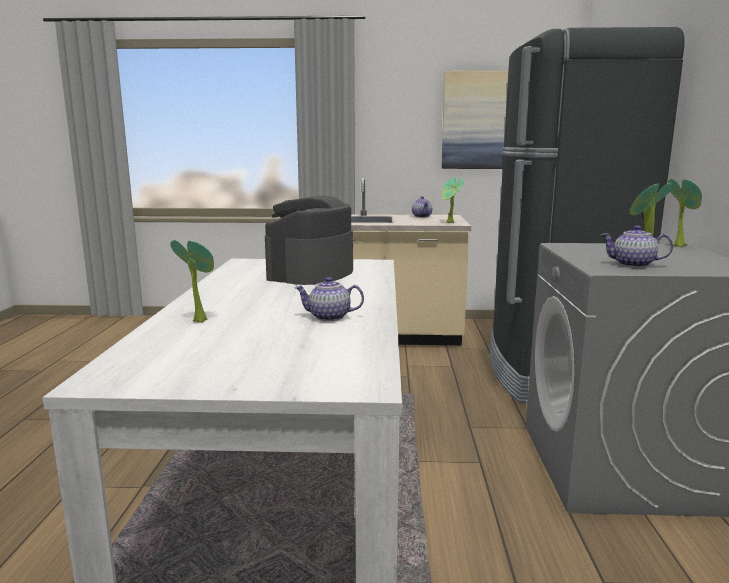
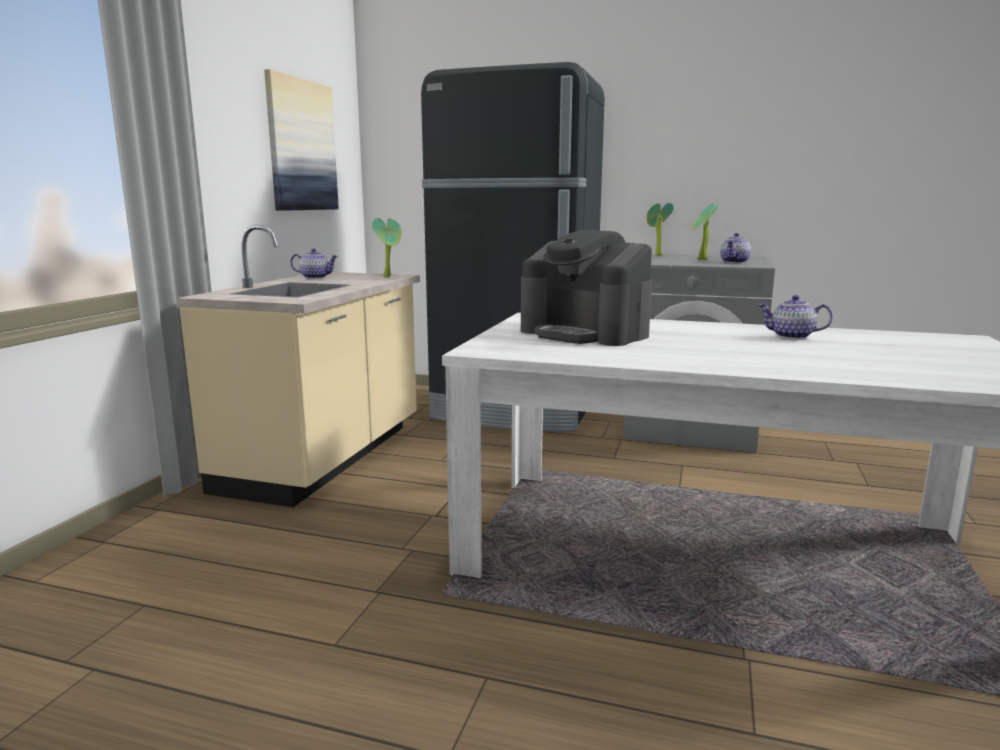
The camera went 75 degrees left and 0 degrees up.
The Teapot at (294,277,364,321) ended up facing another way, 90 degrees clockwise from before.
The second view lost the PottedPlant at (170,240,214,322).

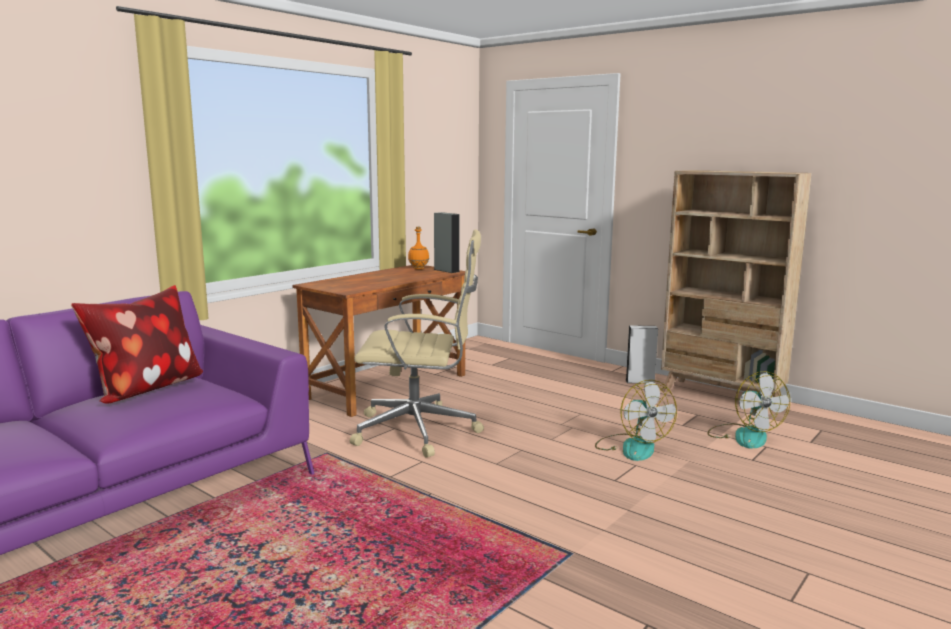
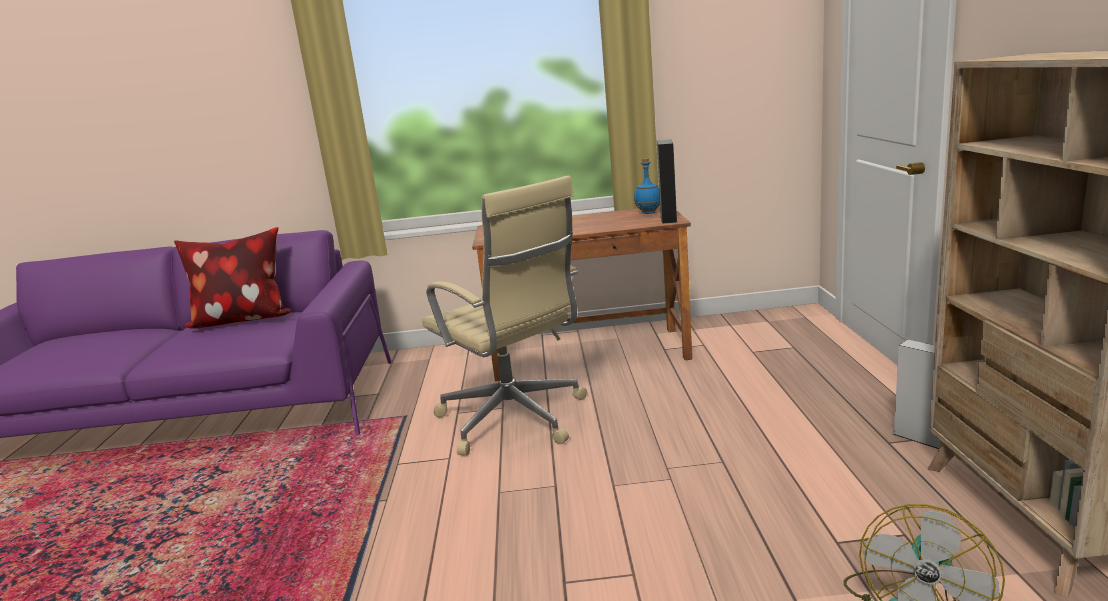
The camera went 50 degrees right and 5 degrees up.
What was the OrangeBottle at (408,227,429,269) turned into the BlueBottle at (634,158,660,214).
The second view lost the Fan at (595,380,677,461).

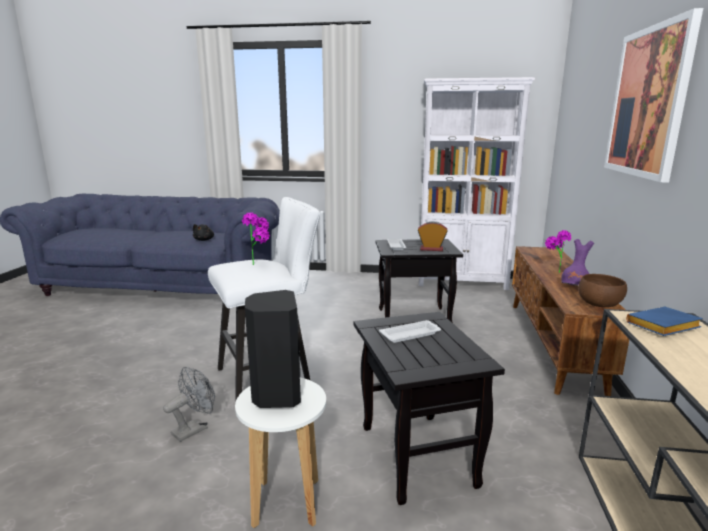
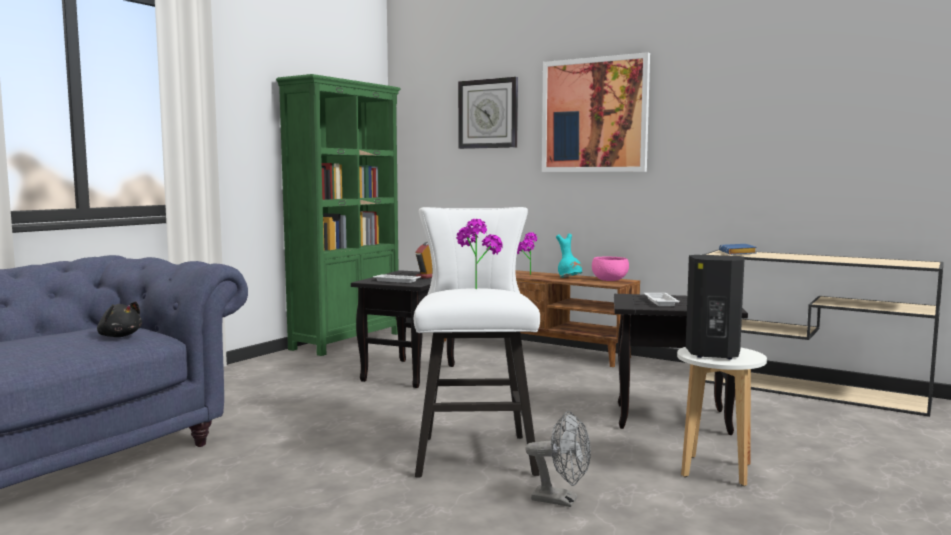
The camera went 65 degrees left and 10 degrees down.
What was the WhiteBookcase at (419,77,535,290) turned into the GreenBookcase at (276,74,401,356).
The second view gained the WallClock at (458,77,518,149).
The GreyFan at (163,367,215,442) ended up facing another way, 135 degrees clockwise from before.
What was the PurpleVase at (561,239,594,286) turned into the TurquoiseVase at (556,234,582,278).
What was the BrownBowl at (578,274,627,307) turned into the PinkBowl at (592,257,629,281).

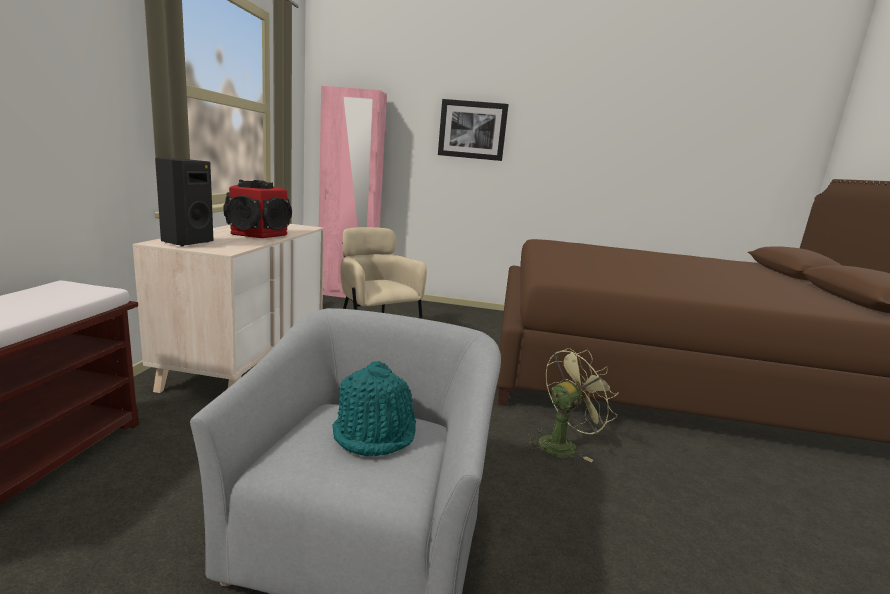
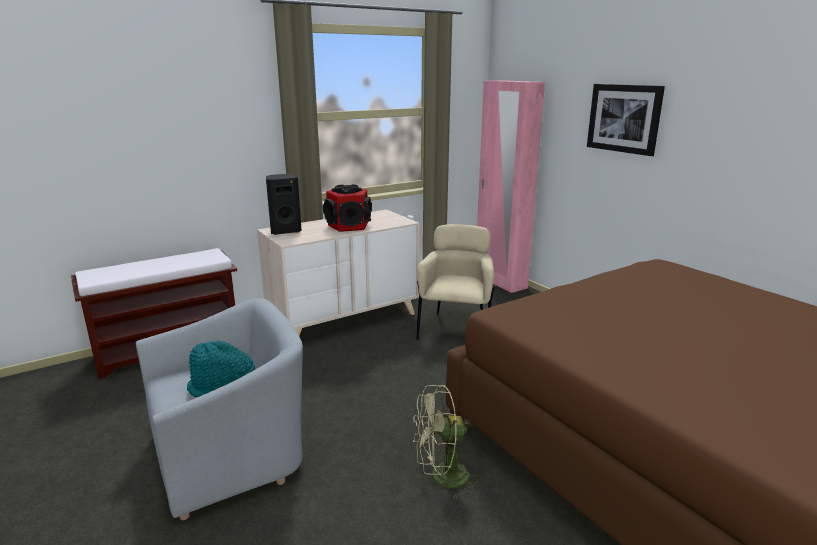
The camera went 50 degrees right and 5 degrees up.
The GreenFan at (526,348,619,462) ended up facing another way, 150 degrees clockwise from before.

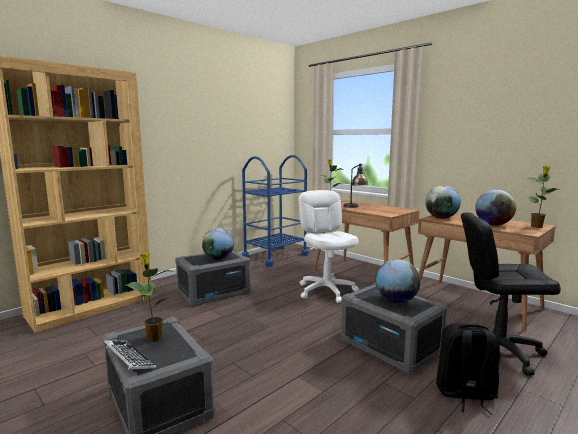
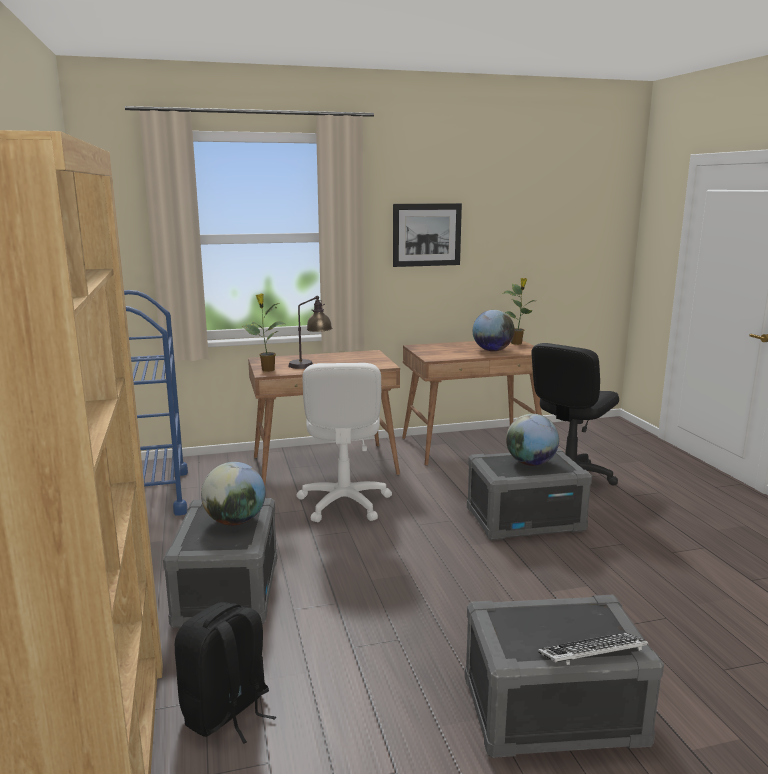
The camera went 60 degrees left and 5 degrees up.
The BlackBackpack ended up elsewhere, having gone from (436,323,500,415) to (175,602,276,744).
The WhiteOfficeChair at (299,190,359,303) ended up facing another way, 105 degrees counterclockwise from before.
The second view gained the Picture at (393,203,462,267).
The second view lost the PottedPlant at (126,253,175,342).
The second view lost the Globe at (425,186,461,219).

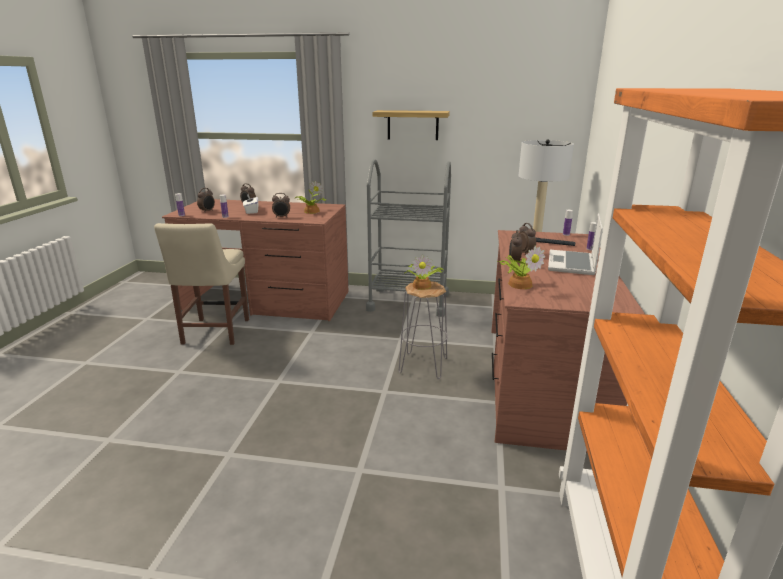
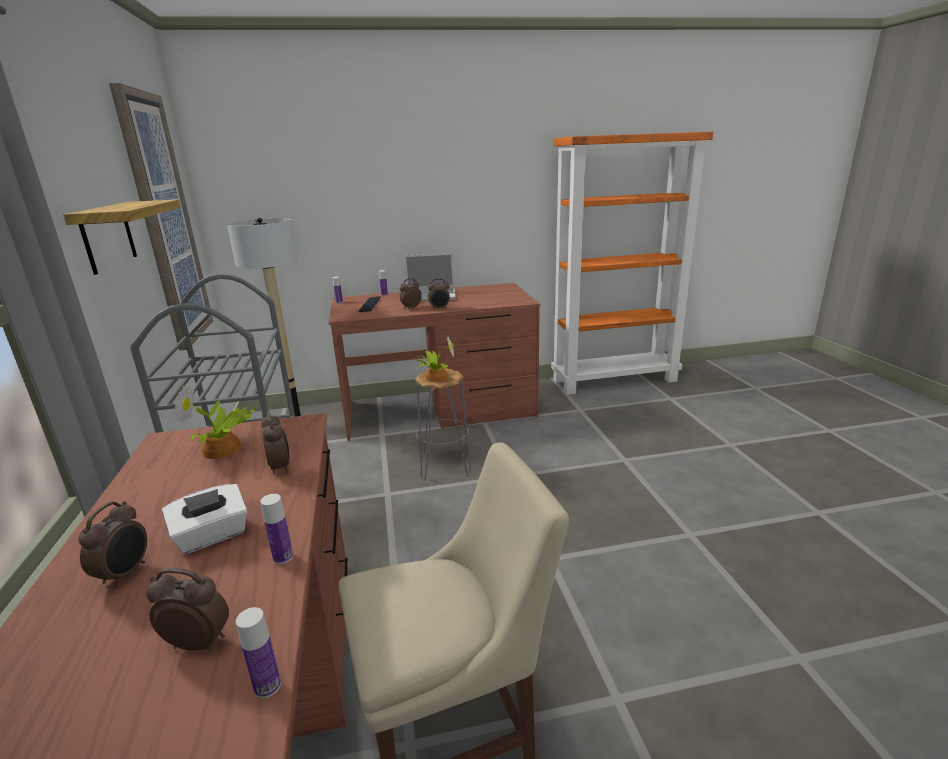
The camera went 110 degrees left and 0 degrees up.
The second view gained the Picture at (109,83,213,350).
The second view lost the PottedPlant at (497,246,545,289).

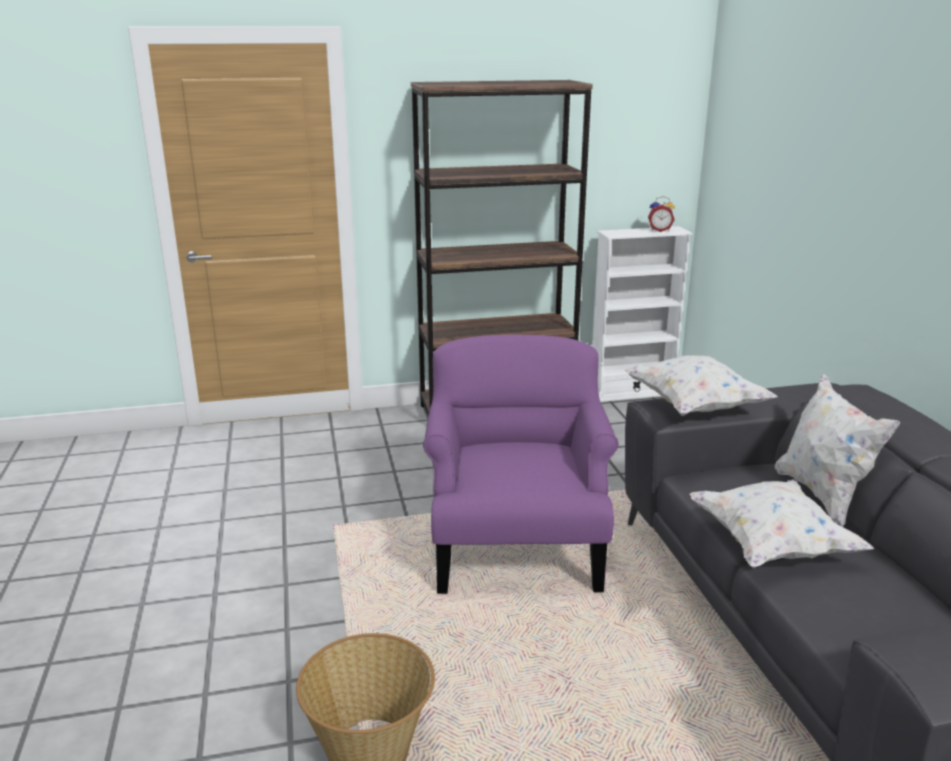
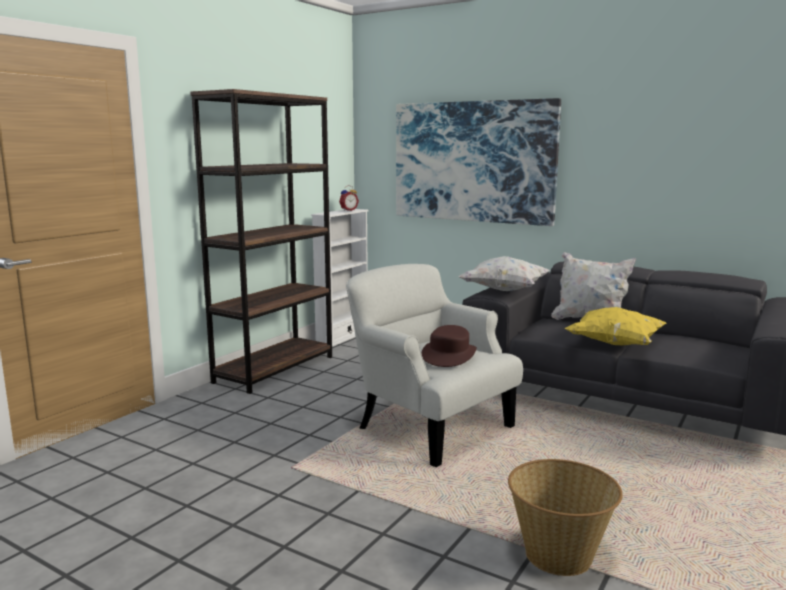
The camera went 45 degrees left and 10 degrees down.
What was the PurpleArmchair at (423,335,619,594) turned into the WhiteArmchair at (346,264,523,467).
The second view gained the Picture at (396,98,561,226).
The second view gained the BrownHat at (422,325,477,367).
What was the WhitePillow at (690,479,874,569) turned into the YellowPillow at (565,307,667,345).

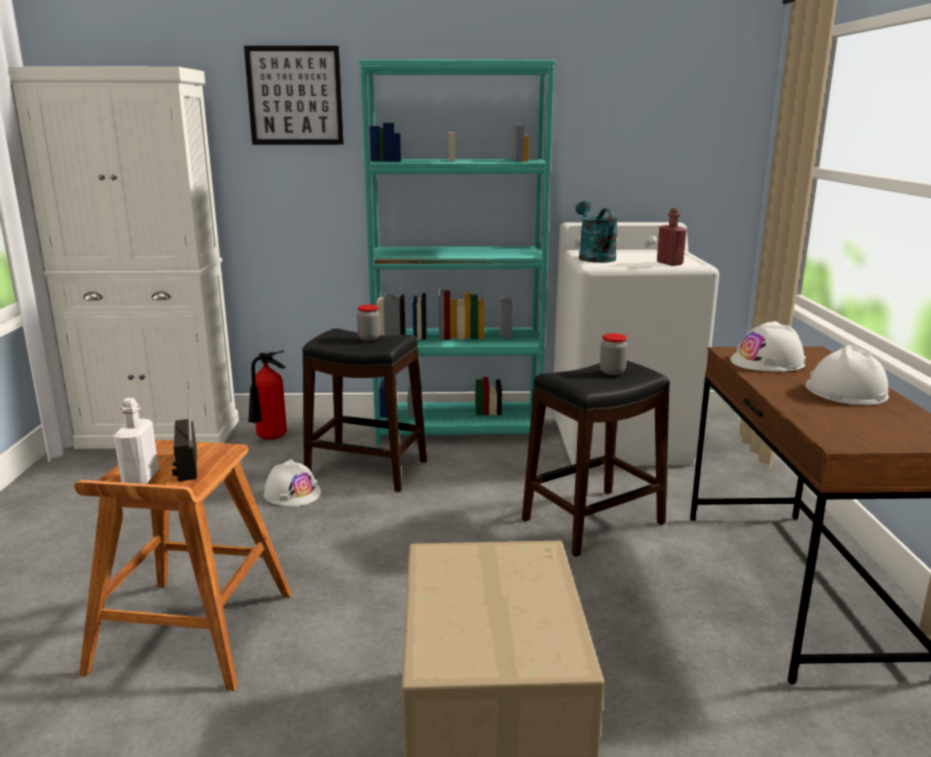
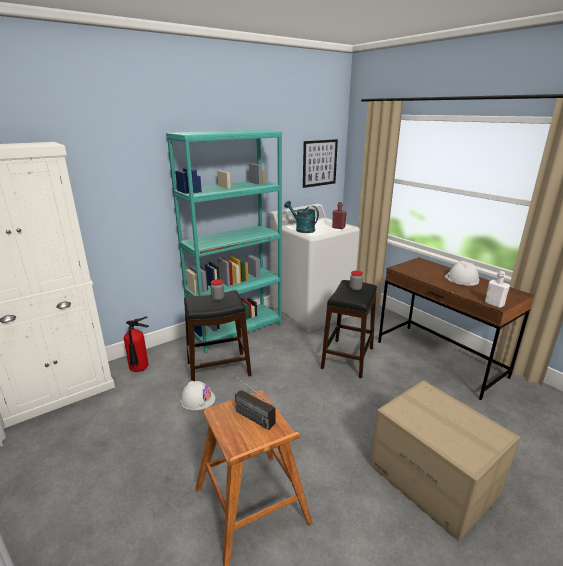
The camera went 35 degrees left and 5 degrees up.
The Picture ended up elsewhere, having gone from (244,46,344,145) to (303,139,338,188).
The WhiteBottle ended up elsewhere, having gone from (114,398,159,484) to (485,271,510,308).
The second view lost the WhiteHardHat at (730,321,806,372).

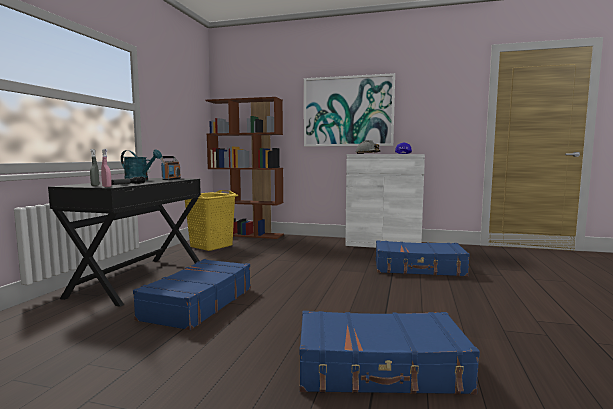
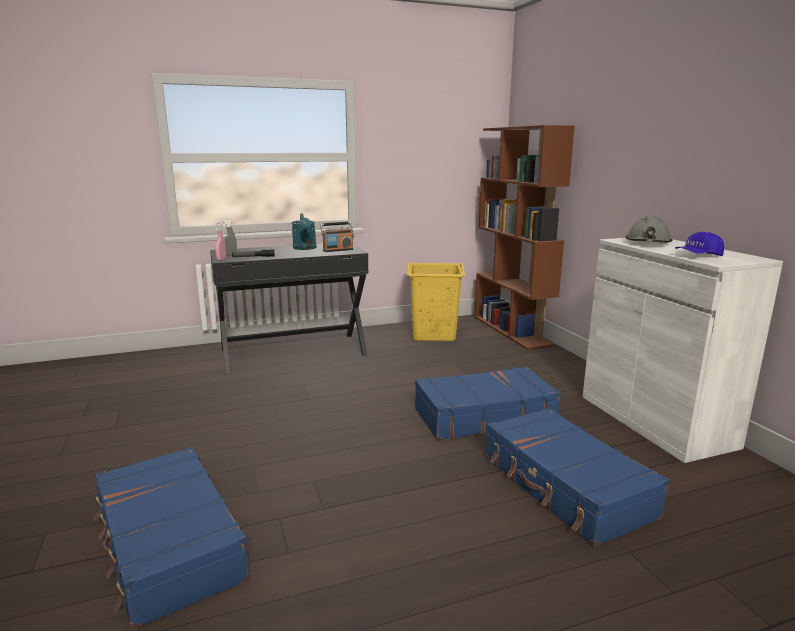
The camera went 55 degrees right and 10 degrees up.
The BlueSuitcase ended up elsewhere, having gone from (133,259,251,330) to (415,366,561,440).
The second view lost the Picture at (304,73,395,146).

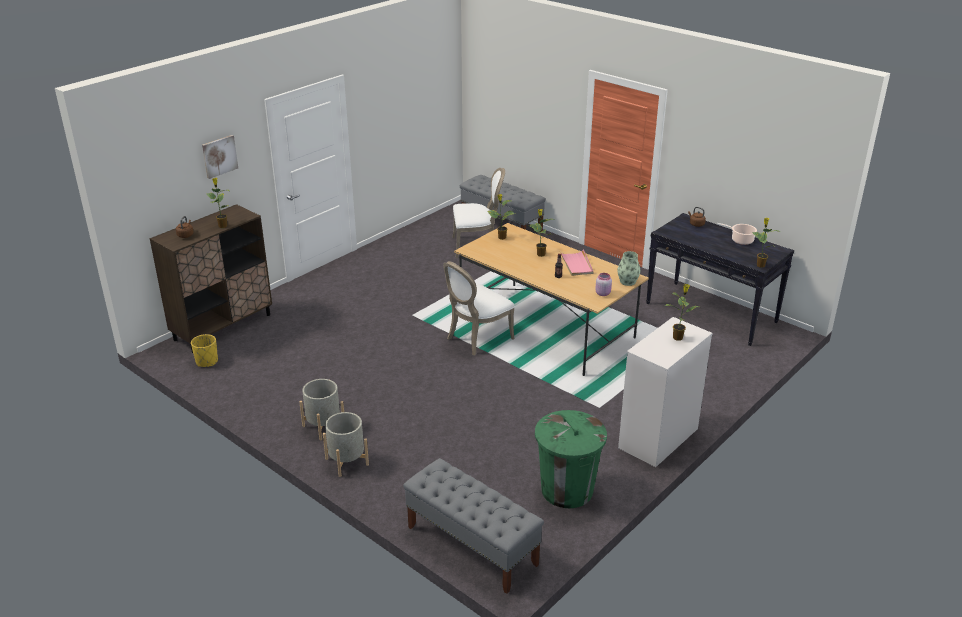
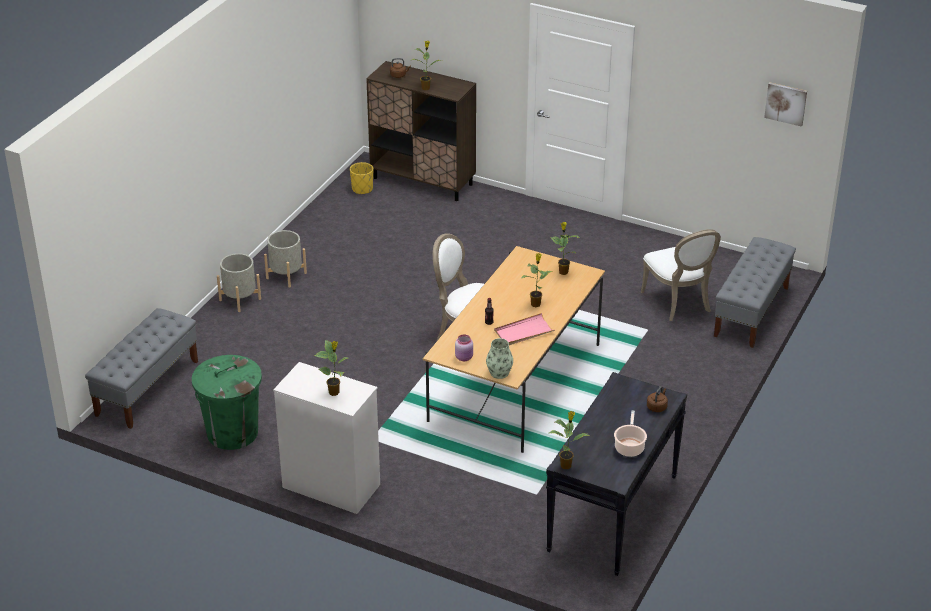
The camera went 75 degrees right and 5 degrees up.
The Picture ended up elsewhere, having gone from (202,135,238,179) to (764,82,807,127).

